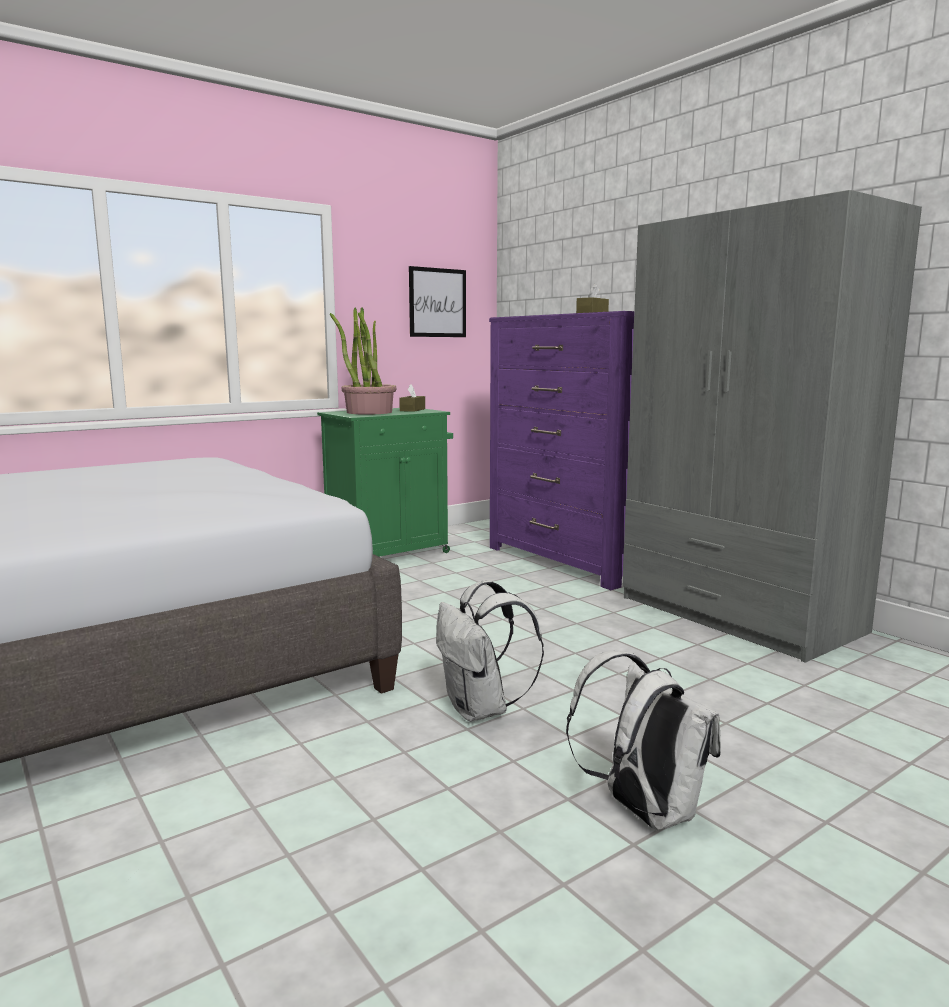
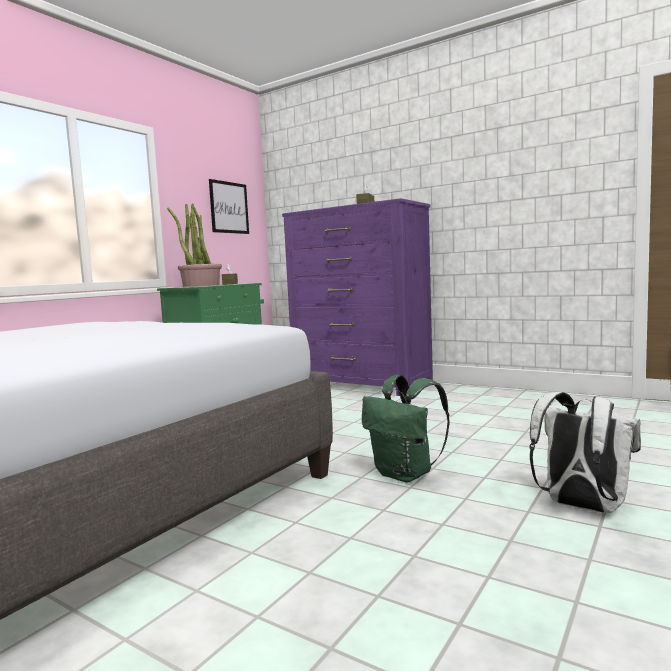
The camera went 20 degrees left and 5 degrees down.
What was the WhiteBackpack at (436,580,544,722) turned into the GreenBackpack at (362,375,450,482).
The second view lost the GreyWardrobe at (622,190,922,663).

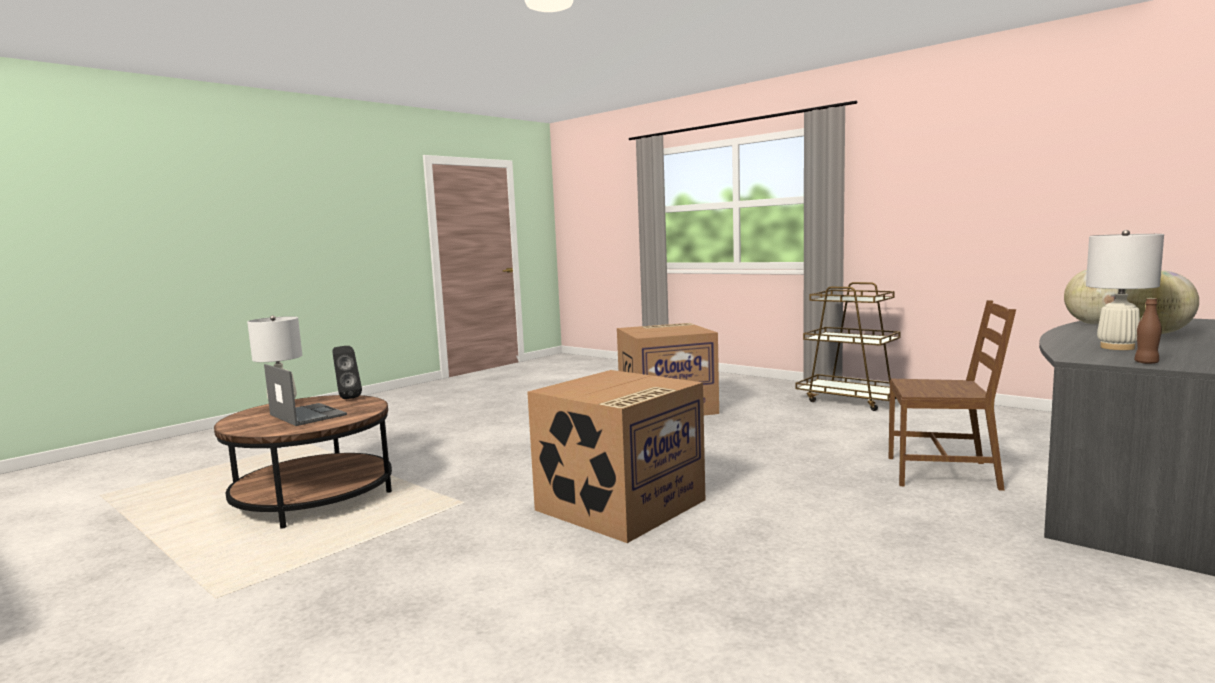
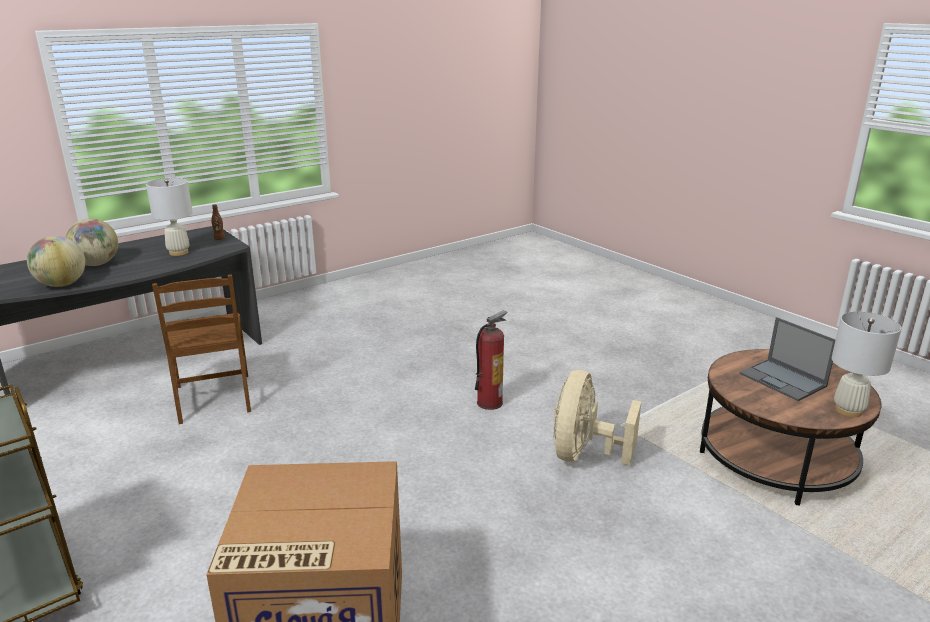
The camera went 170 degrees left and 15 degrees up.
The BrownChair at (889,300,1016,491) ended up facing another way, 135 degrees counterclockwise from before.
Where the CardboardBox stood at (527,370,705,543), the FireExtinguisher came to stand at (475,311,507,410).
The second view gained the BeigeFan at (553,370,641,465).
The second view lost the BlackSpeaker at (332,346,362,399).

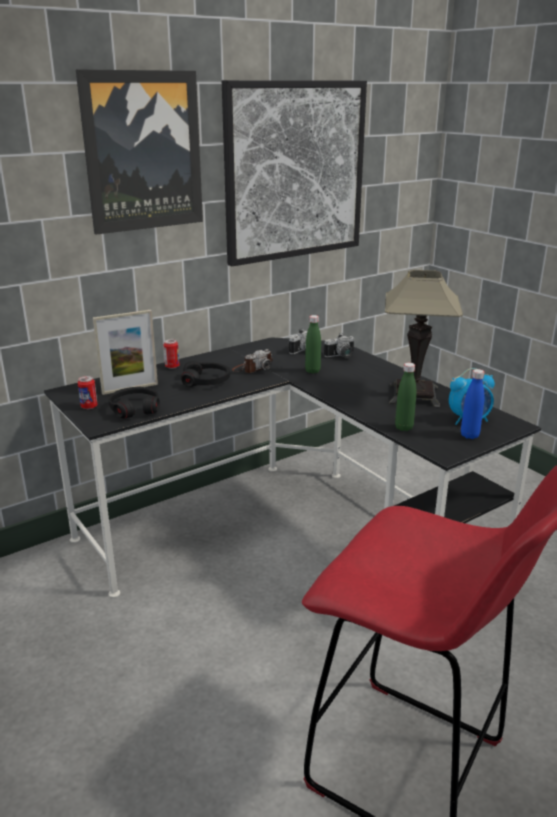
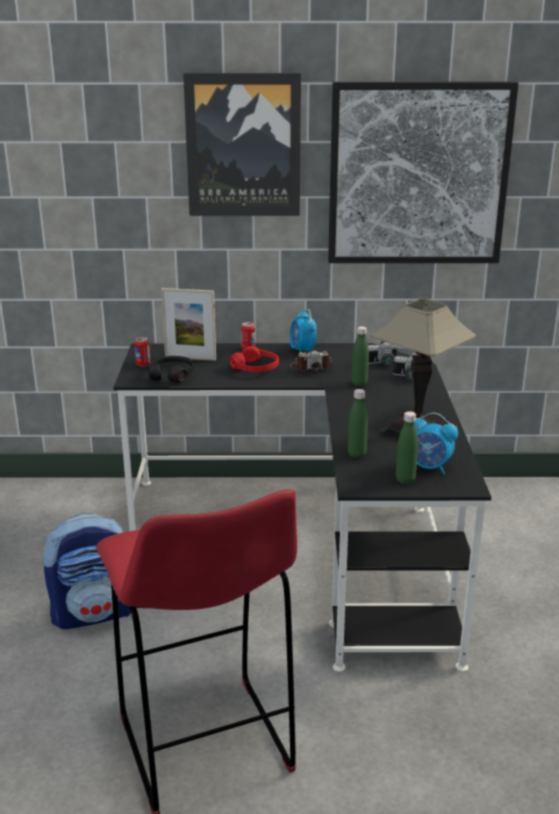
The camera went 35 degrees right and 0 degrees up.
The second view gained the Backpack at (43,513,131,629).
What was the BlackHeadphones at (181,361,230,387) turned into the RedHeadphones at (230,346,279,372).
The second view gained the AlarmClock at (290,309,317,352).
What was the BlueBottle at (461,369,484,439) turned into the GreenBottle at (396,411,418,484).

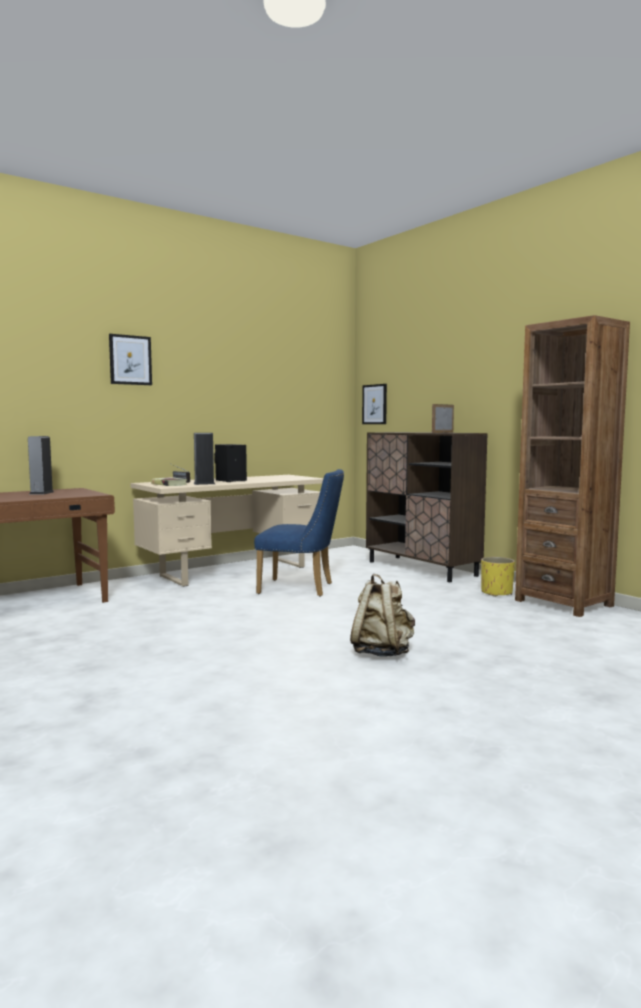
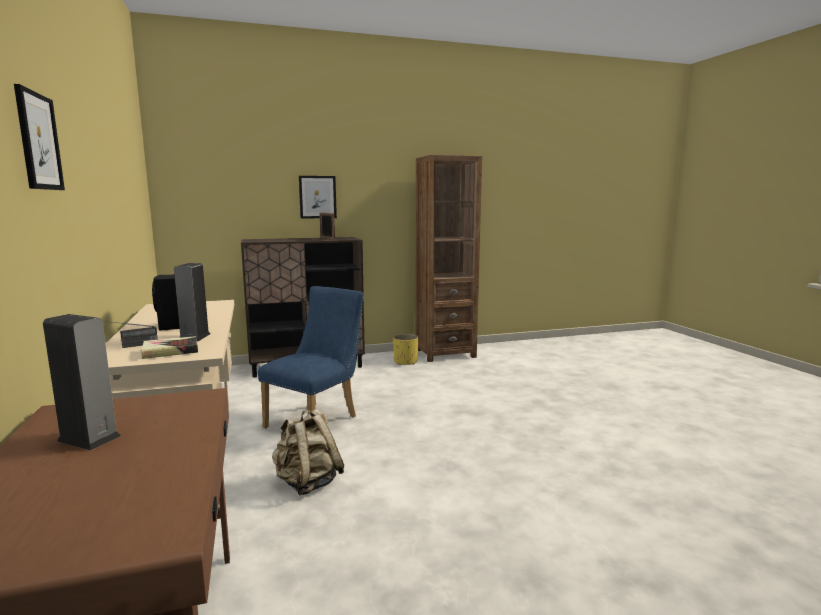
The camera went 70 degrees left and 5 degrees up.
The BeigeBackpack ended up elsewhere, having gone from (350,574,415,657) to (272,409,344,495).
The Picture ended up elsewhere, having gone from (362,384,387,424) to (299,176,337,219).

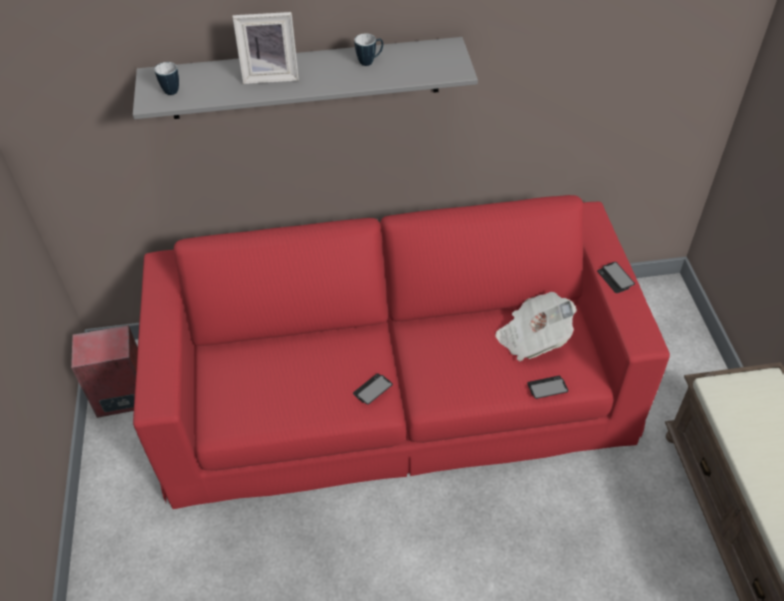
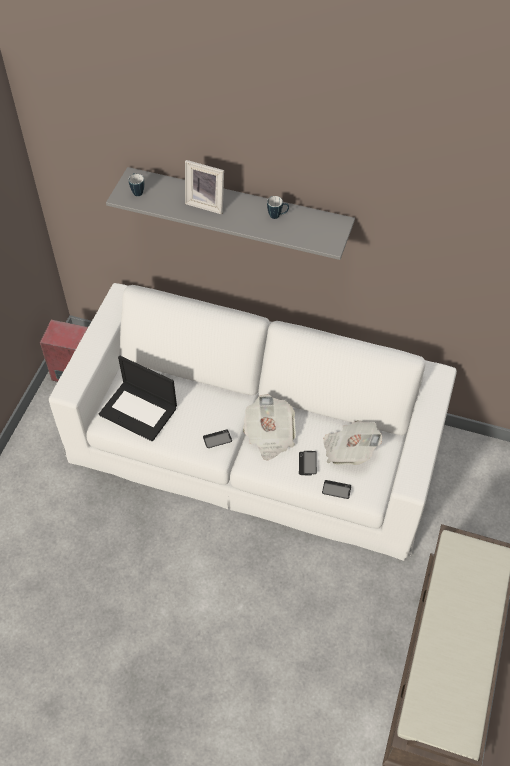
The camera went 25 degrees right and 5 degrees up.
What was the RedSofa at (133,195,670,509) turned into the WhiteSofa at (49,283,457,561).
The second view gained the Laptop at (99,356,177,442).
The second view gained the Newspaper at (243,394,296,461).
The Phone ended up elsewhere, having gone from (597,262,635,293) to (299,451,317,476).

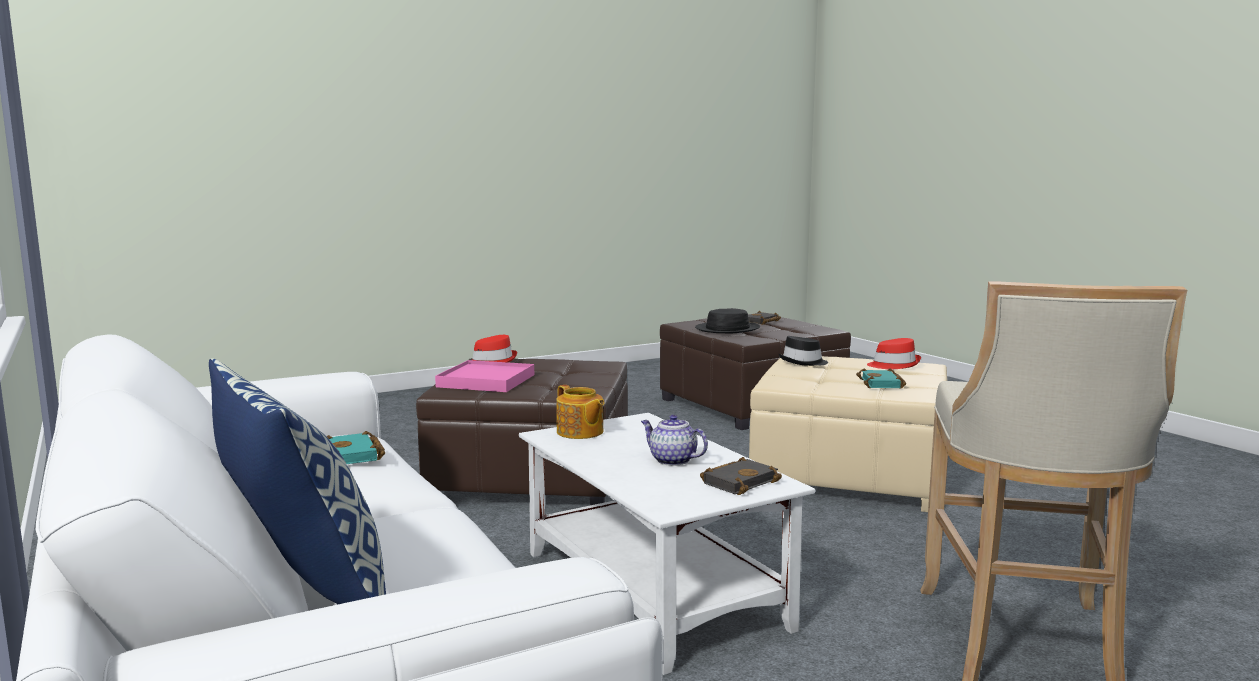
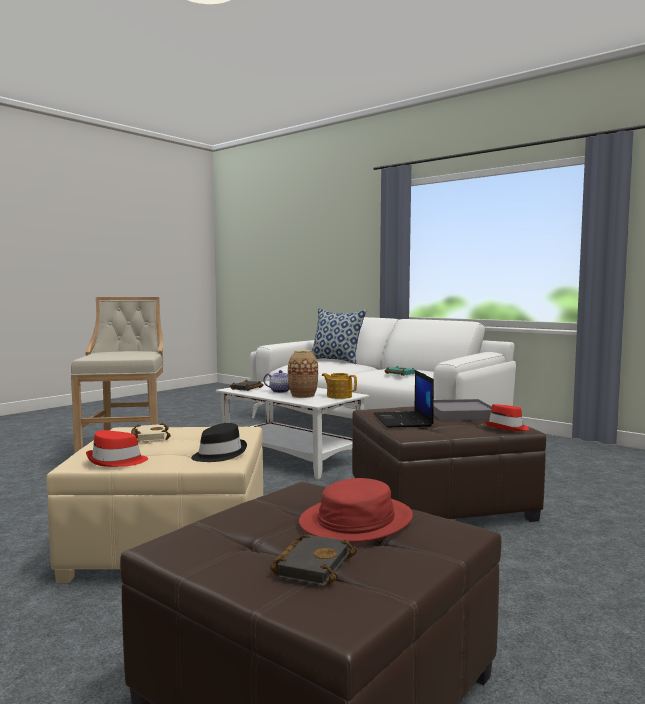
The camera went 160 degrees right and 5 degrees down.
What was the TurquoiseBook at (856,368,906,389) turned into the BeigeBook at (131,423,171,442).
The second view gained the Vase at (288,350,318,398).
What was the BlackHat at (695,308,760,333) turned into the RedHat at (299,478,413,542).
The second view gained the Laptop at (373,370,434,428).
What was the PinkTray at (435,360,534,392) turned into the GreyTray at (433,399,492,420).

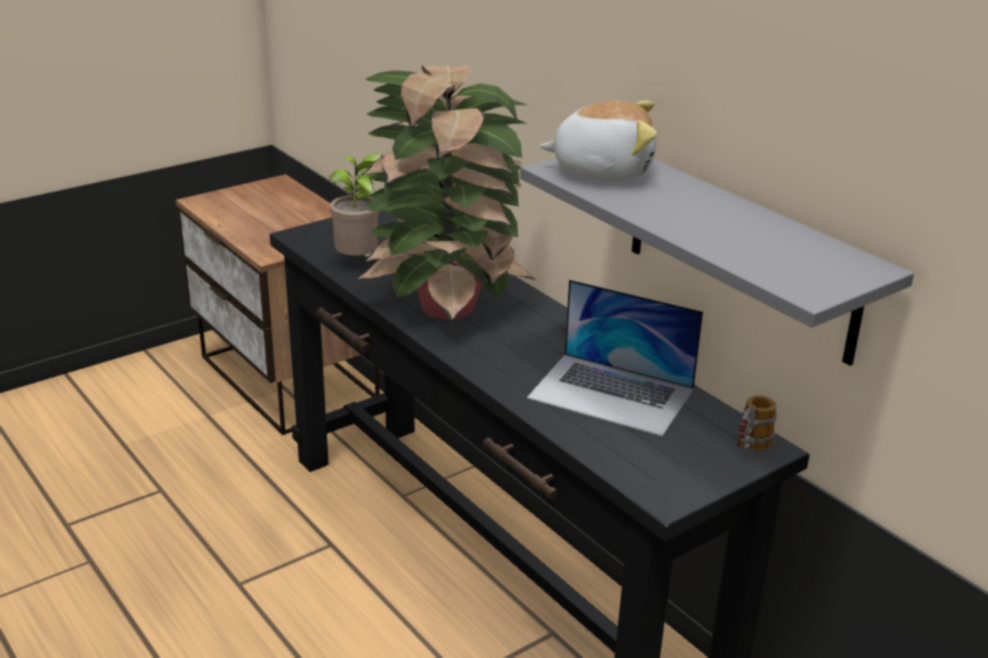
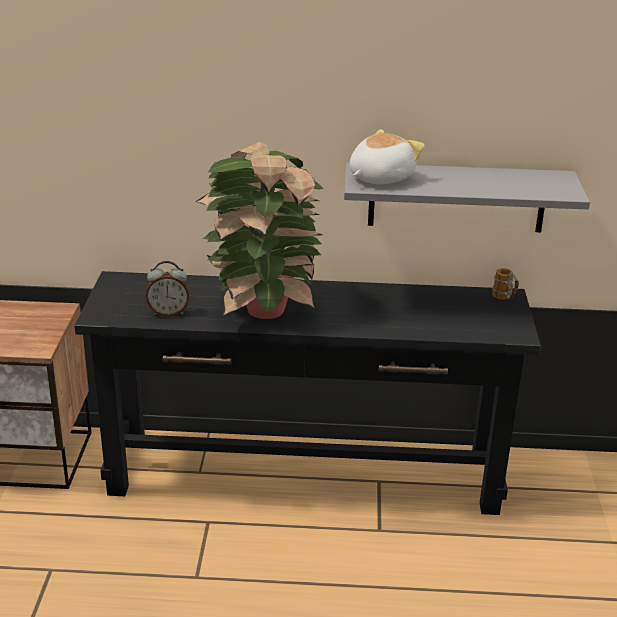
The camera went 50 degrees left and 0 degrees up.
Where the PottedPlant stood at (329,154,383,257), the AlarmClock came to stand at (146,261,190,317).
The second view lost the Laptop at (527,280,703,437).

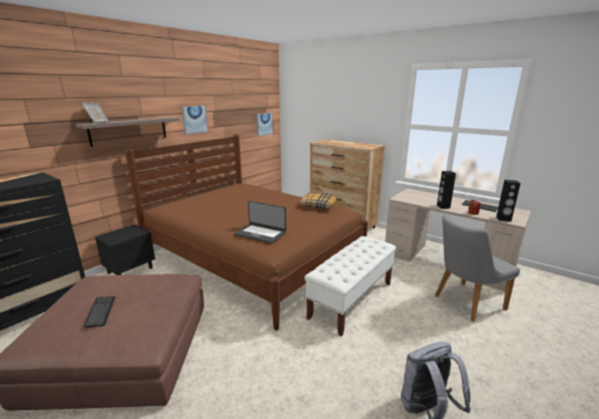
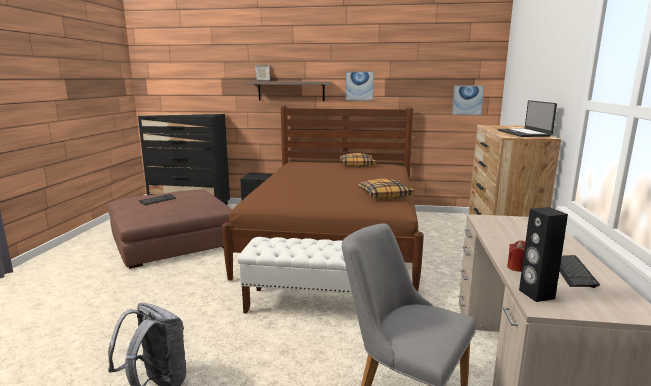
The camera went 60 degrees right and 5 degrees down.
The second view gained the Pillow at (340,153,376,167).
The Laptop ended up elsewhere, having gone from (234,201,286,243) to (498,100,557,137).
The second view lost the BlackSpeaker at (437,171,456,209).

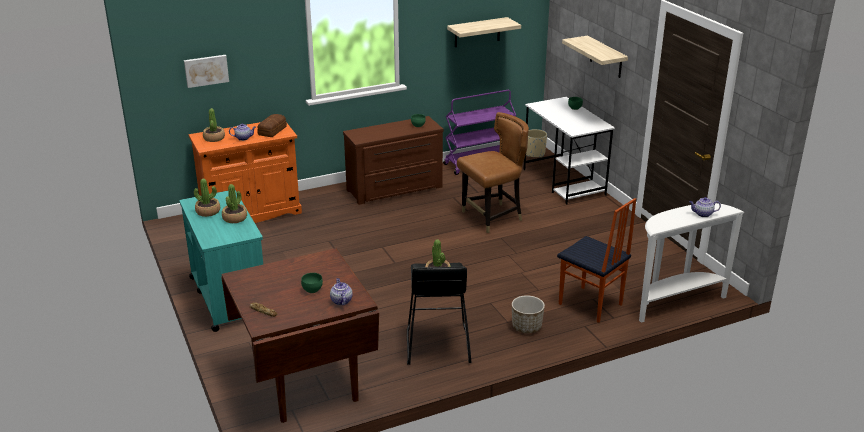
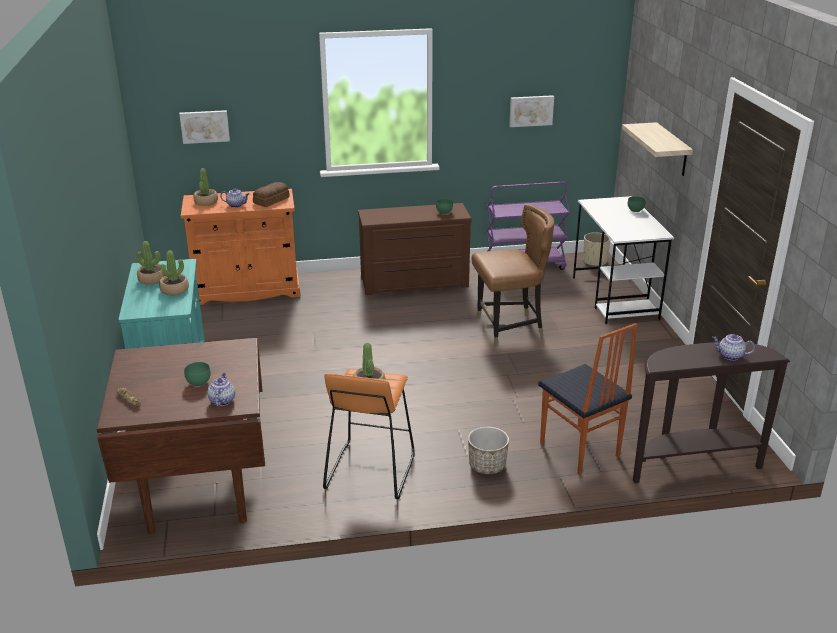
The camera went 15 degrees right and 0 degrees up.
What was the BlackStool at (407,263,472,365) turned into the OrangeStool at (323,369,415,499).
Where the Shelf hung at (447,17,521,47), the Picture came to hang at (509,95,554,127).
What was the WhiteConsoleTable at (639,203,744,323) turned into the BrownConsoleTable at (633,342,790,483).

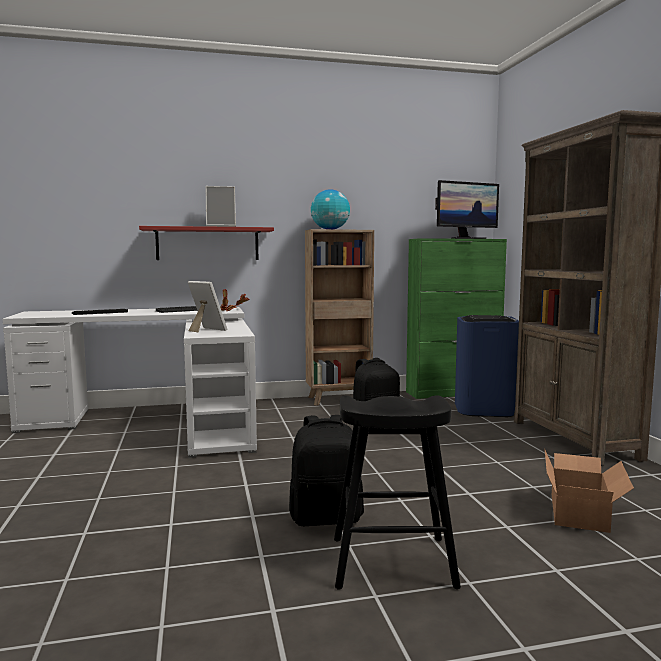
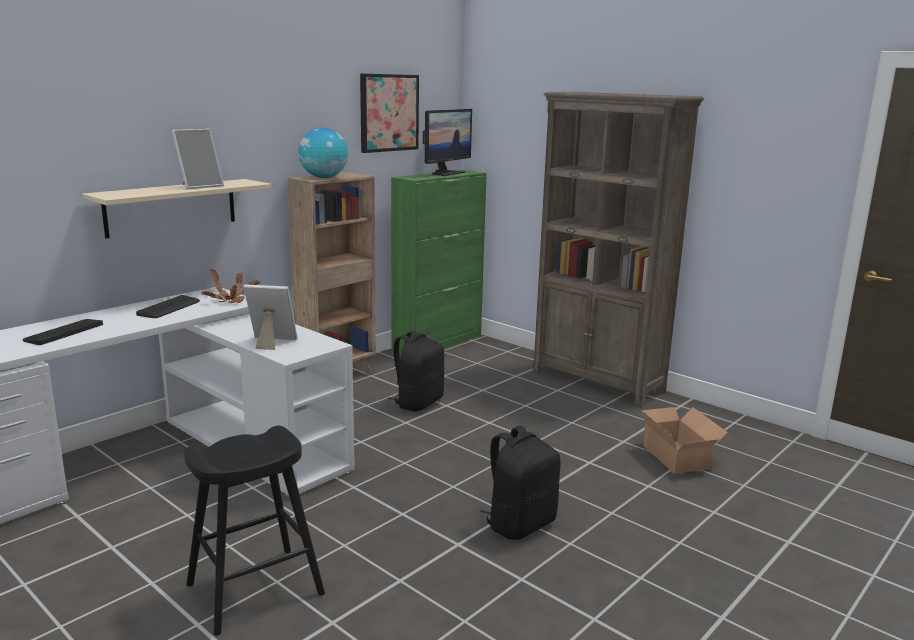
The camera went 35 degrees left and 10 degrees up.
What was the RedShelf at (139,226,274,260) turned into the BeigeShelf at (82,179,271,238).
The BlackStool ended up elsewhere, having gone from (334,395,461,590) to (184,426,325,636).
The second view gained the Picture at (360,74,419,153).
The second view lost the BlueTrashCan at (455,315,519,417).

